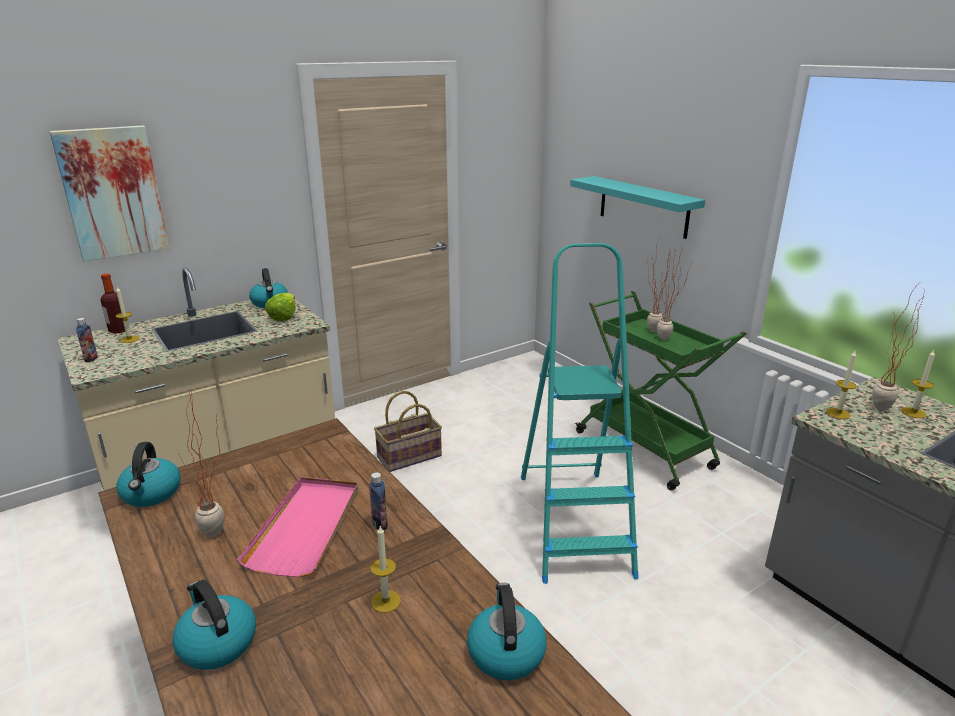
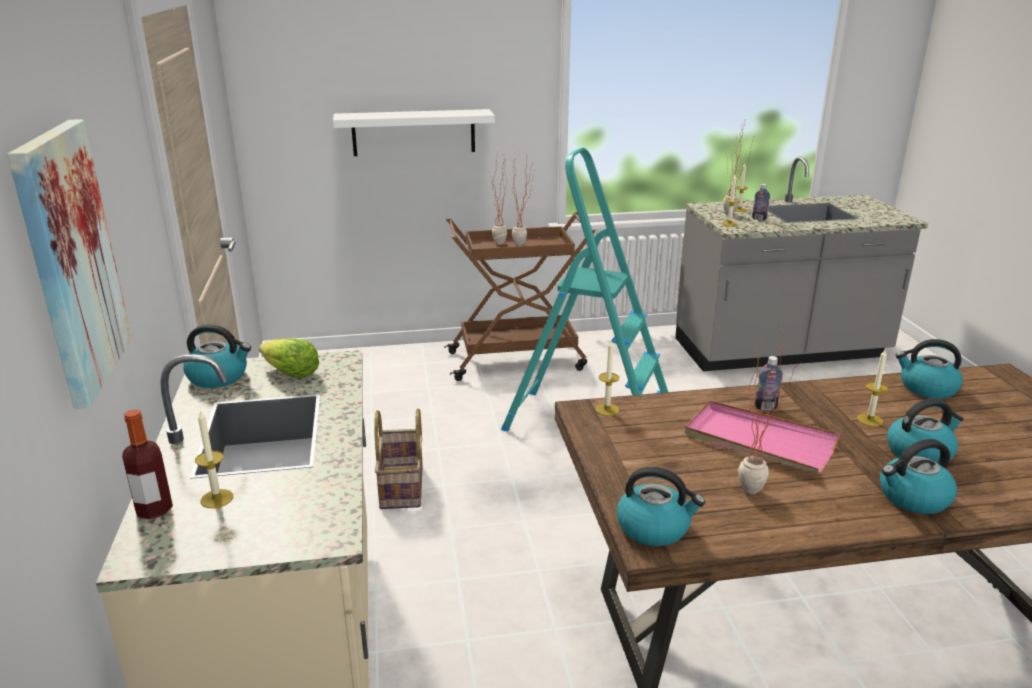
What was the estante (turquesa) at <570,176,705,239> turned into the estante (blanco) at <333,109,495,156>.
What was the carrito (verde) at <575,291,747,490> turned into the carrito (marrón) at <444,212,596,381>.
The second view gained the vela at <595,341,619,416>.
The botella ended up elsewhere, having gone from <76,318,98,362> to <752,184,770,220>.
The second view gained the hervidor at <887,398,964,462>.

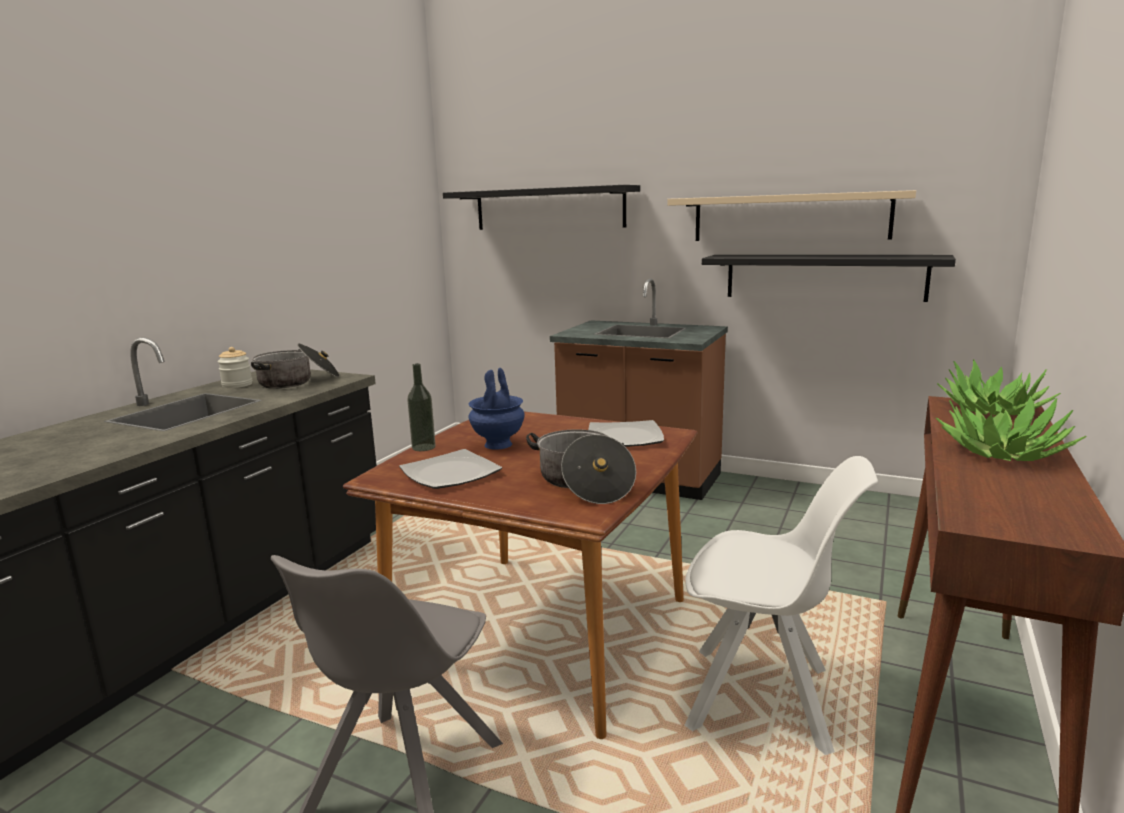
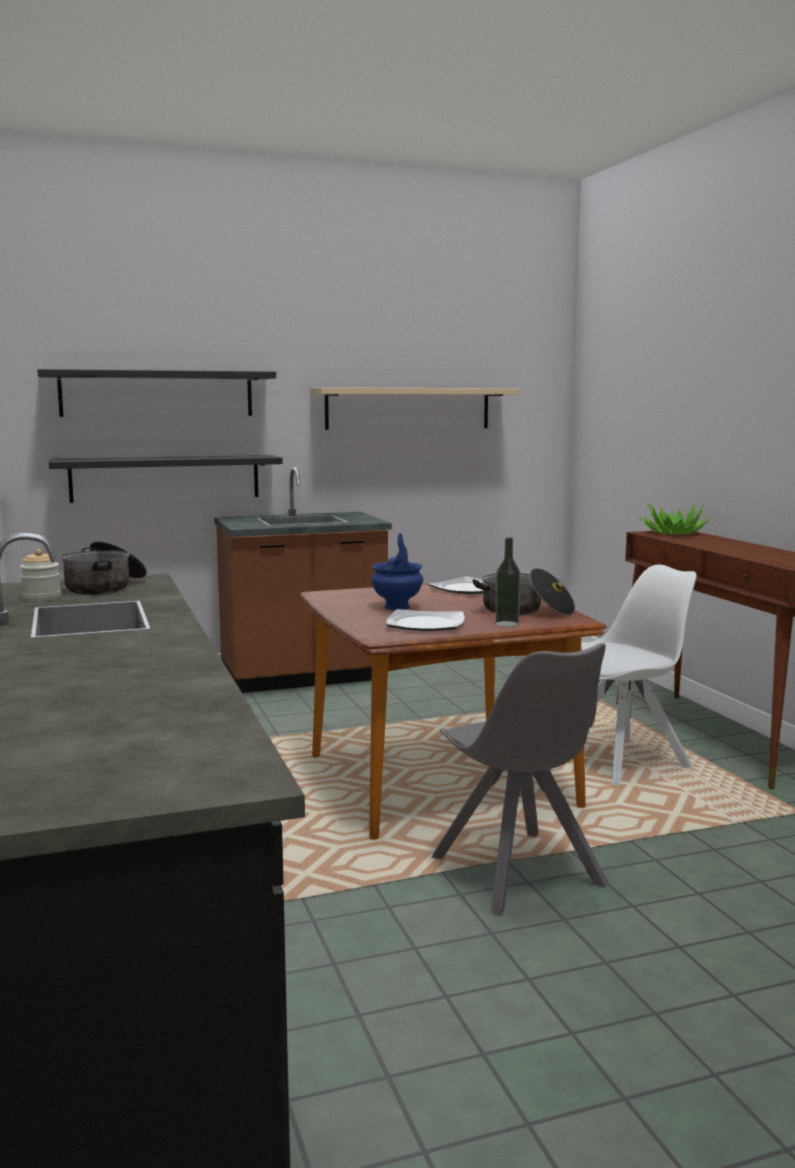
The estante (negro) ended up elsewhere, having gone from <702,255,956,302> to <49,455,283,503>.
The botella ended up elsewhere, having gone from <407,363,436,451> to <495,537,520,627>.
The second view lost the planta en maceta at <936,396,1087,461>.

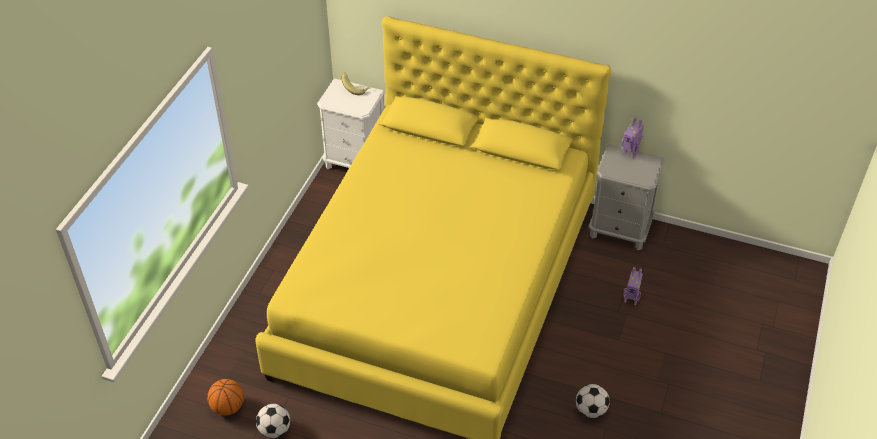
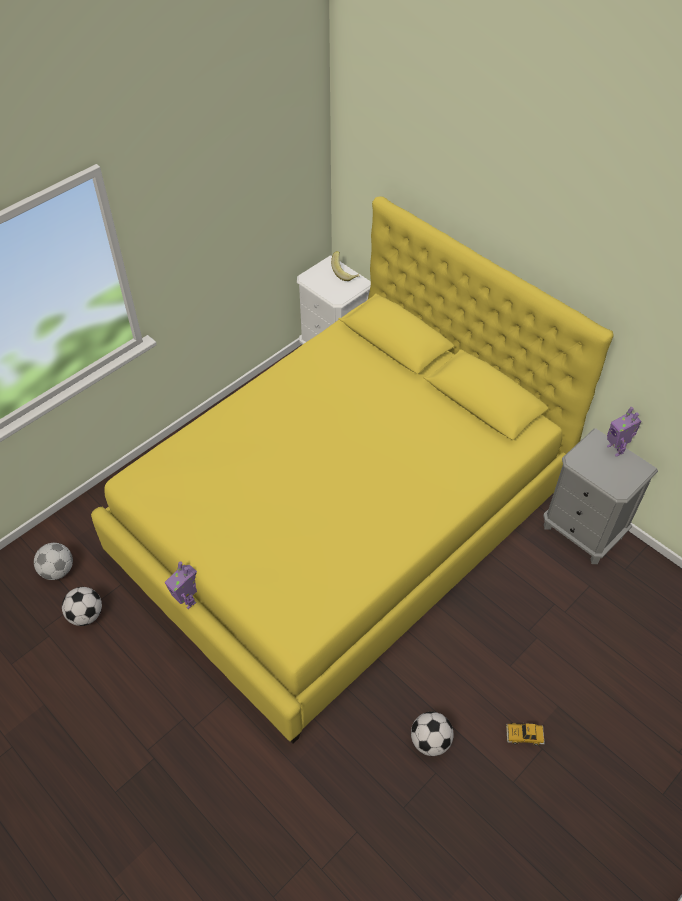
Where the balón de baloncesto stood at <207,379,244,416>, the balón de fútbol came to stand at <34,543,73,580>.
The robot de juguete ended up elsewhere, having gone from <623,267,643,305> to <165,561,197,609>.
The second view gained the coche de juguete at <506,723,545,746>.

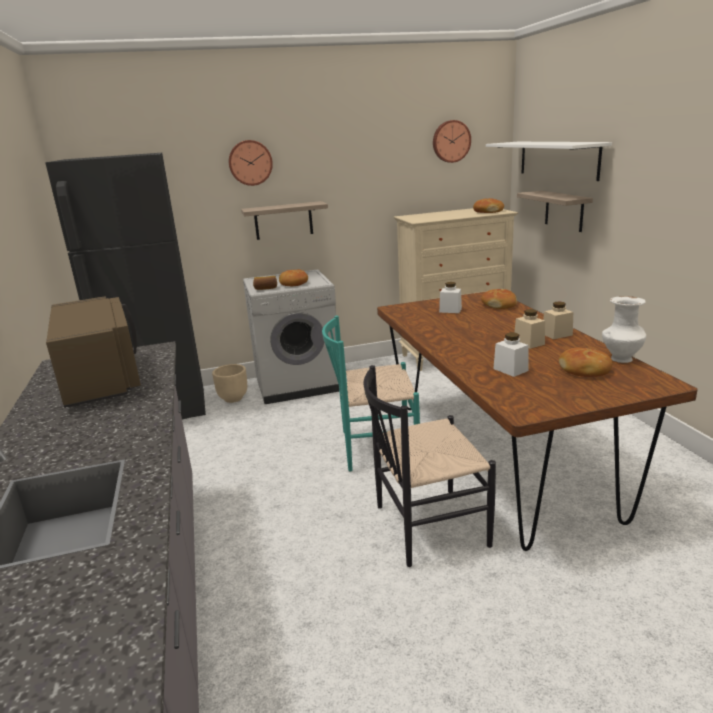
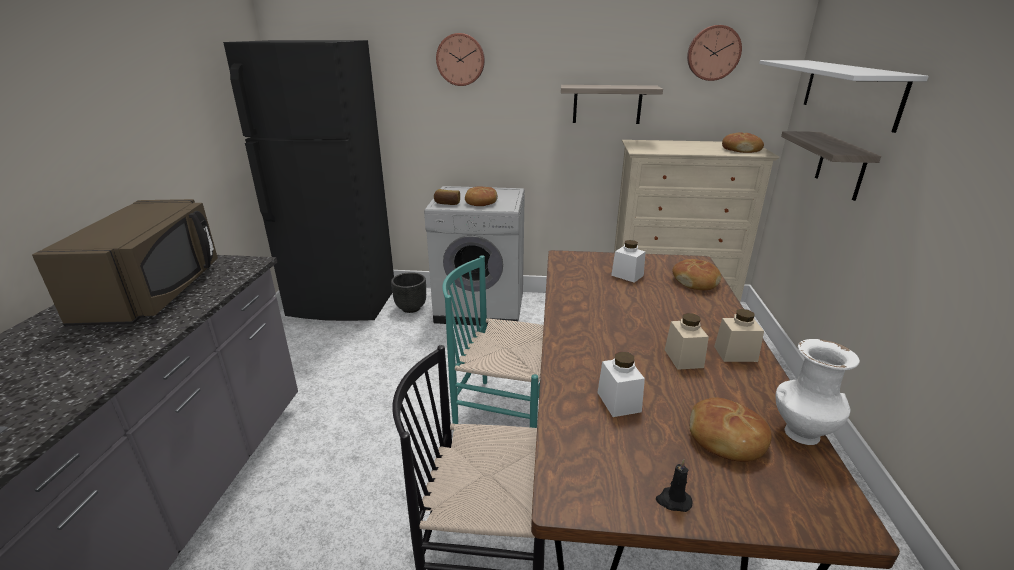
What was the maceta (beis) at <212,364,247,403> turned into the maceta (negro) at <391,272,426,313>.
The estante ended up elsewhere, having gone from <241,201,328,240> to <561,85,663,124>.
The second view gained the vela (negro) at <656,459,693,512>.

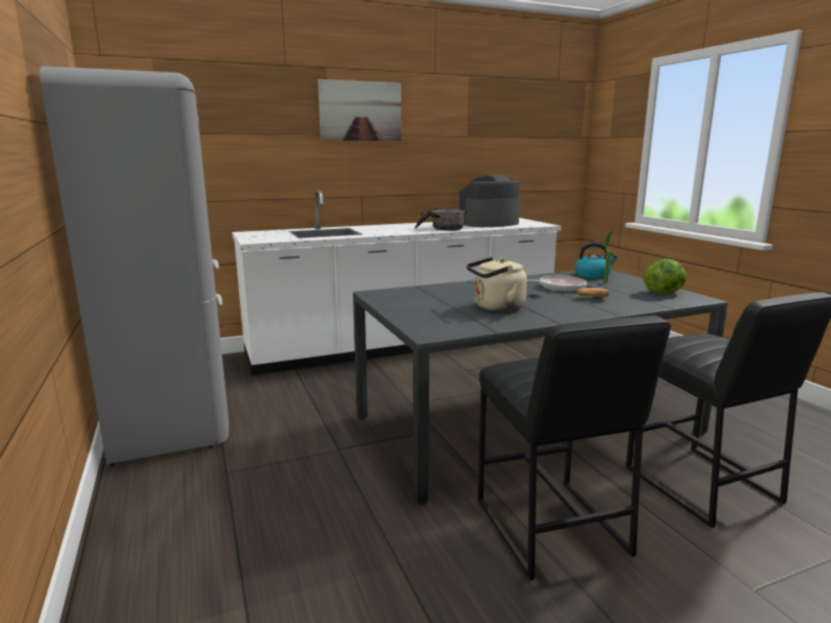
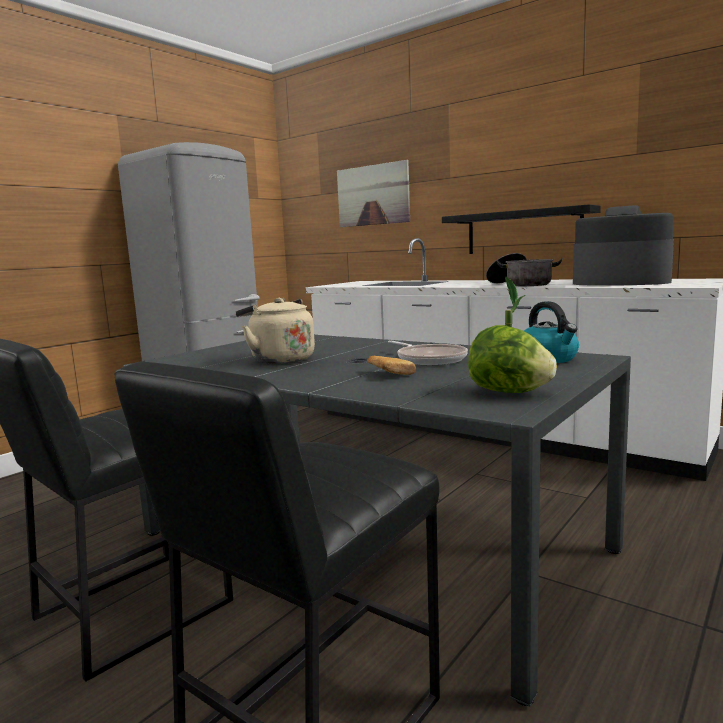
The cuadro ended up elsewhere, having gone from <318,79,401,141> to <337,160,410,227>.
The second view gained the estante (negro) at <442,204,601,254>.

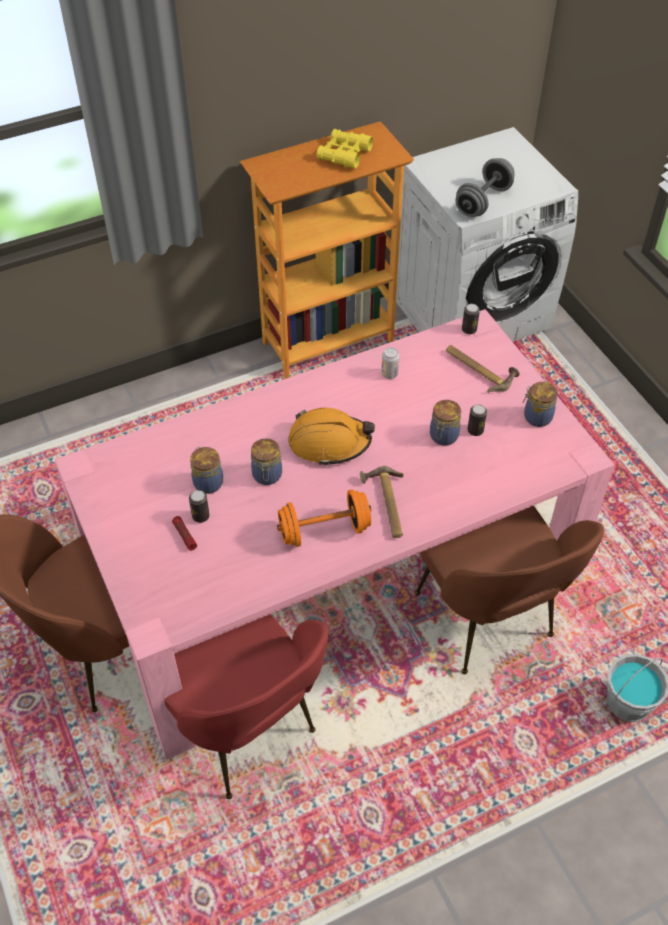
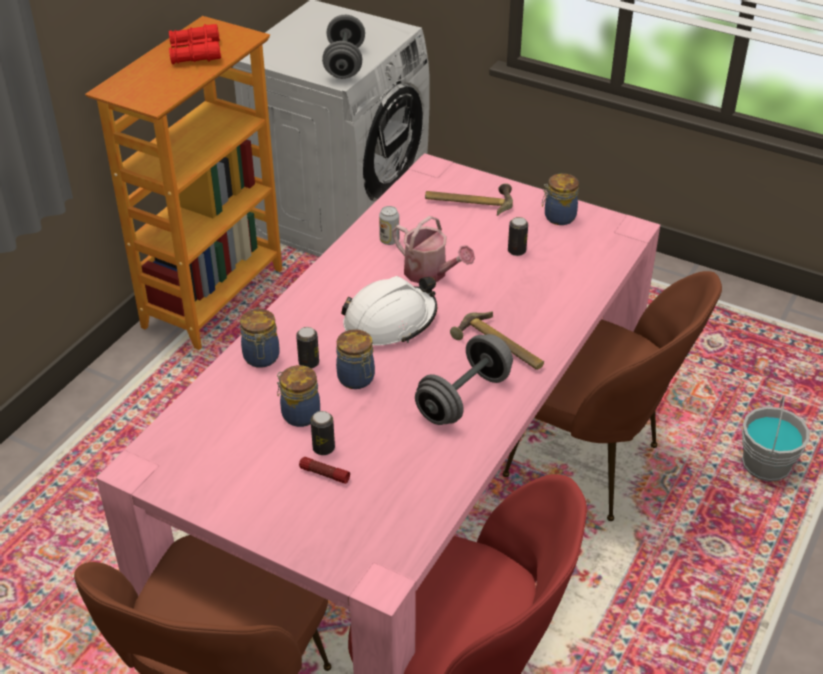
What was the prismáticos (amarillo) at <316,129,373,168> turned into the prismáticos (rojo) at <169,24,221,64>.
The tarro ended up elsewhere, having gone from <430,400,461,445> to <240,309,280,368>.
The lata ended up elsewhere, having gone from <462,304,480,334> to <296,327,319,369>.
What was the casco (naranja) at <289,408,375,466> turned into the casco (blanco) at <341,276,437,345>.
The second view gained the regadera at <392,216,475,283>.
What was the mancuerna (naranja) at <277,489,371,547> turned into the mancuerna (gris) at <415,334,513,425>.

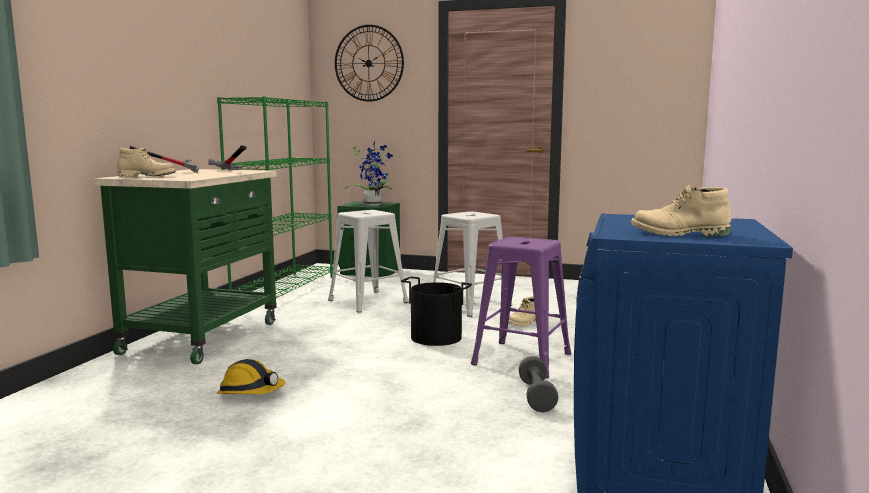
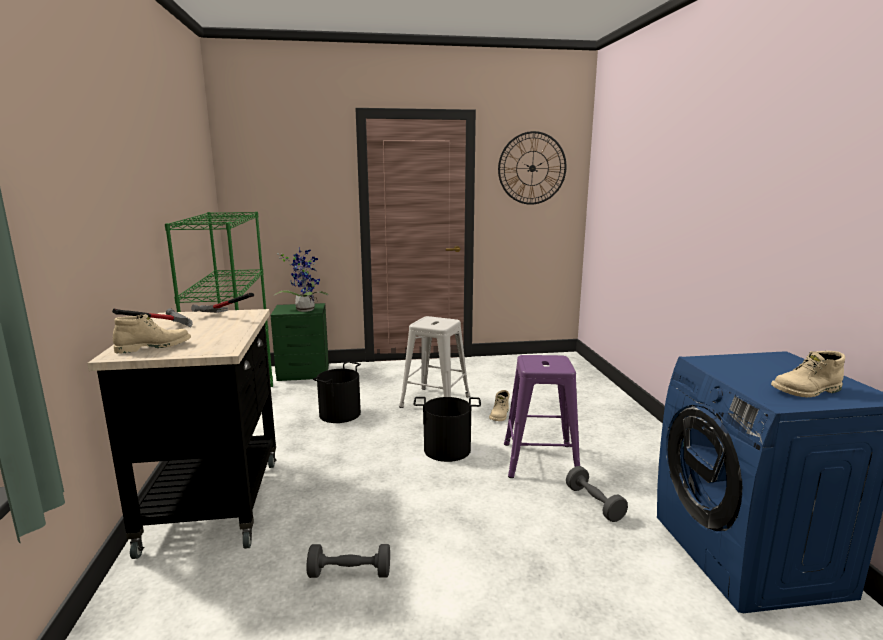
What was the carrito (verde) at <93,169,277,365> turned into the carrito (negro) at <87,309,277,559>.
Where the casco stood at <217,359,286,394>, the mancuerna (gris) came to stand at <307,544,390,578>.
Where the taburete (blanco) stood at <328,210,409,313>, the cubo (negro) came to stand at <313,361,361,423>.
The reloj de pared ended up elsewhere, having gone from <335,25,404,102> to <498,131,567,205>.

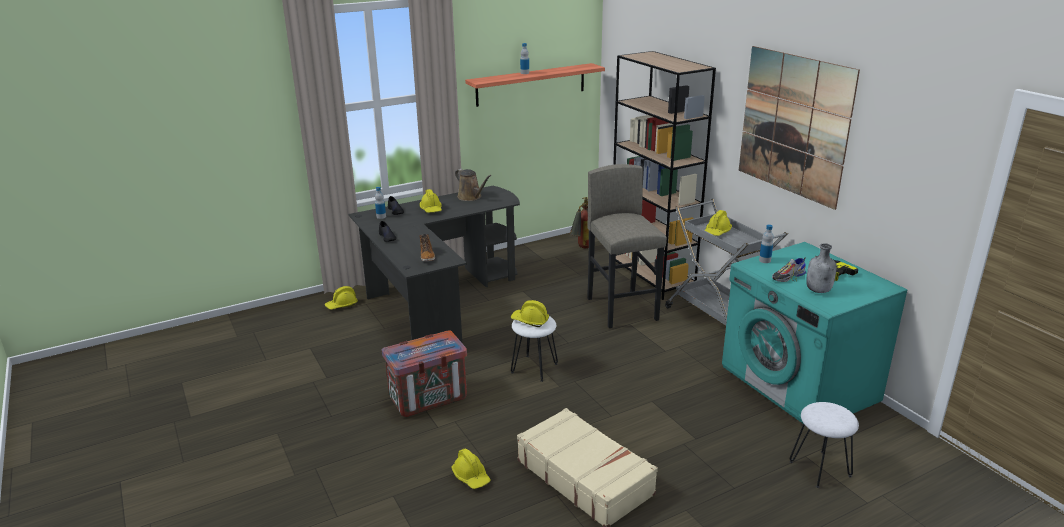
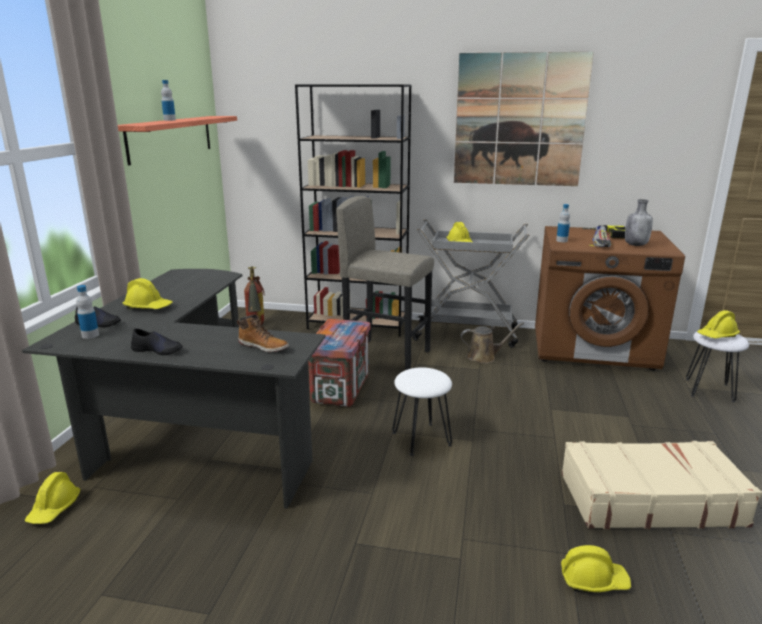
The caja de embalaje ended up elsewhere, having gone from <382,330,467,417> to <308,319,370,407>.
The regadera (marrón) ended up elsewhere, having gone from <455,169,492,201> to <461,323,524,363>.
What was the lavadora (turquesa) at <722,242,907,424> turned into the lavadora (marrón) at <535,226,685,371>.
The casco (amarillo) ended up elsewhere, having gone from <511,300,549,327> to <697,310,740,338>.

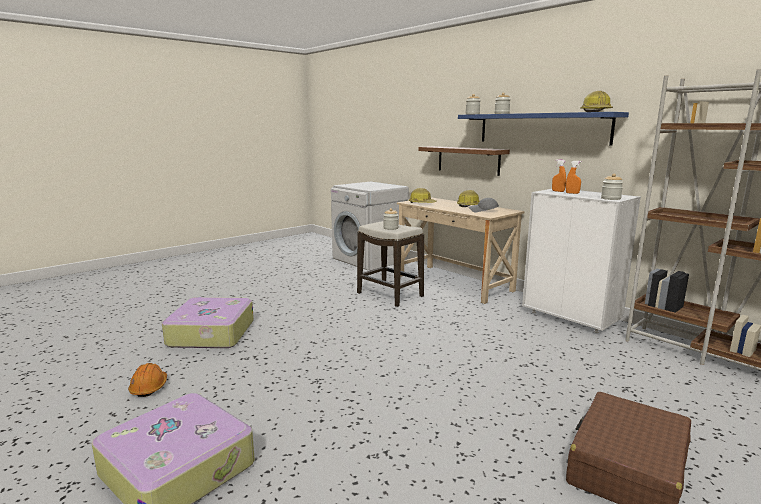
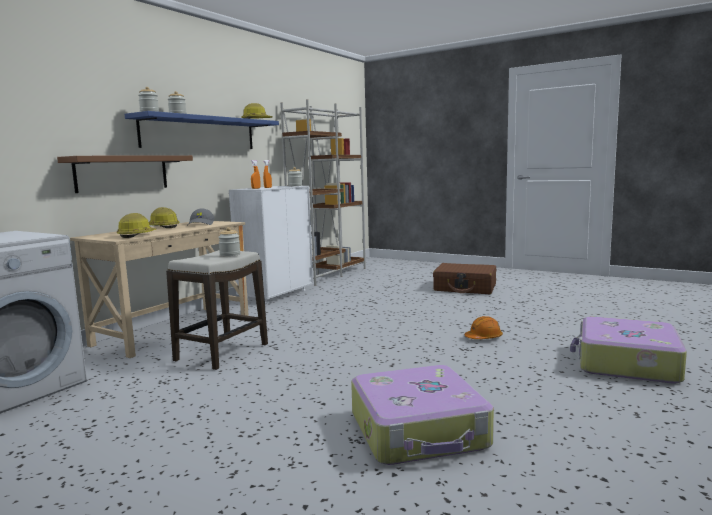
The casco (naranja) ended up elsewhere, having gone from <128,363,167,397> to <465,316,503,339>.

